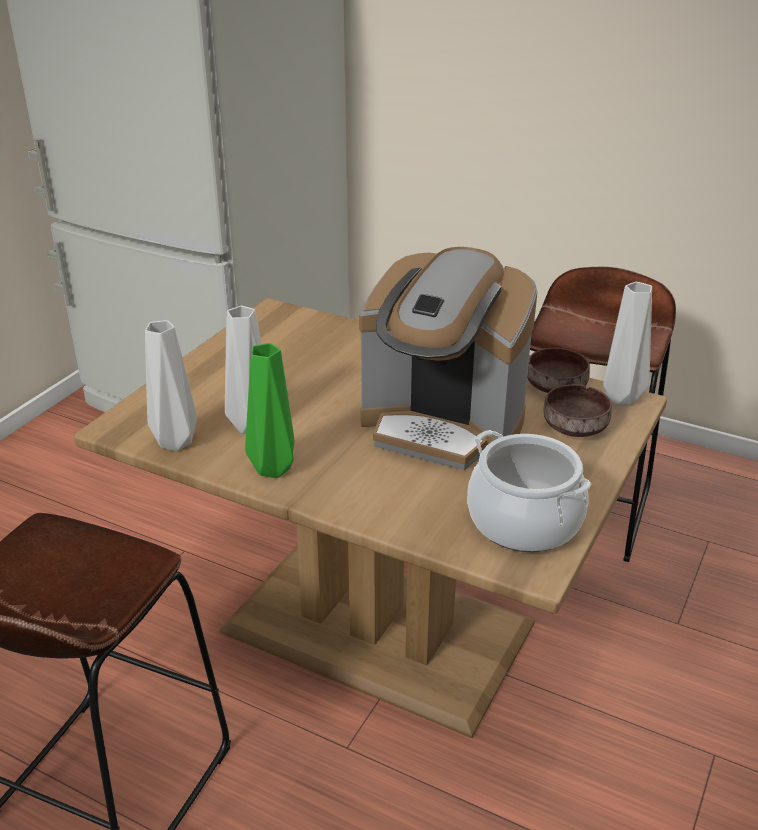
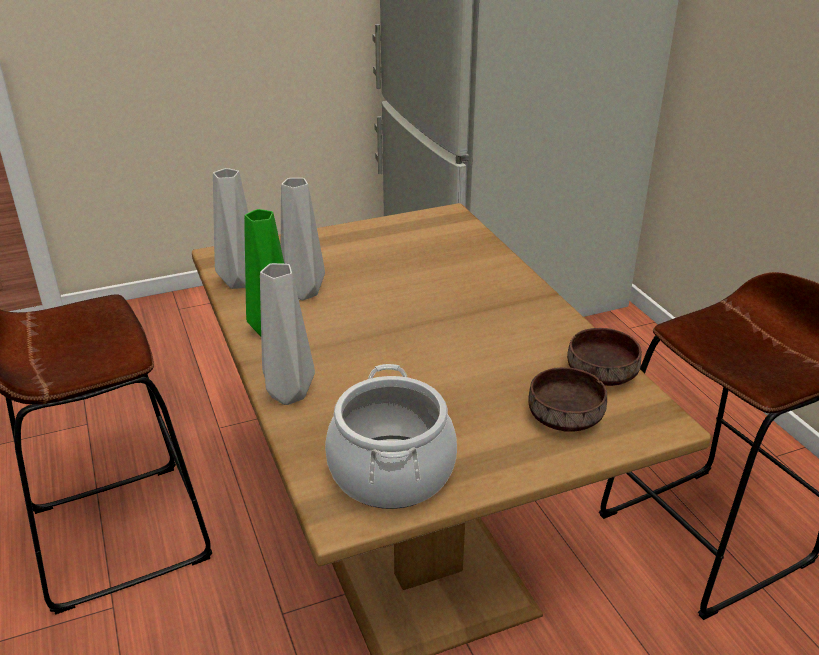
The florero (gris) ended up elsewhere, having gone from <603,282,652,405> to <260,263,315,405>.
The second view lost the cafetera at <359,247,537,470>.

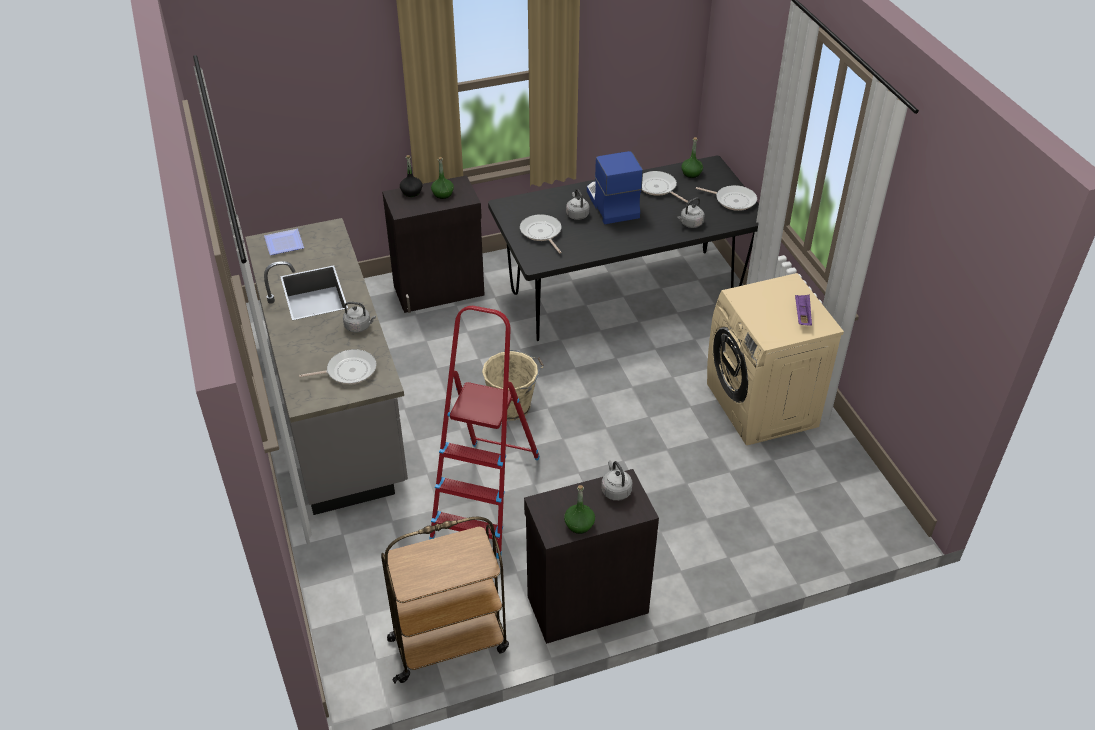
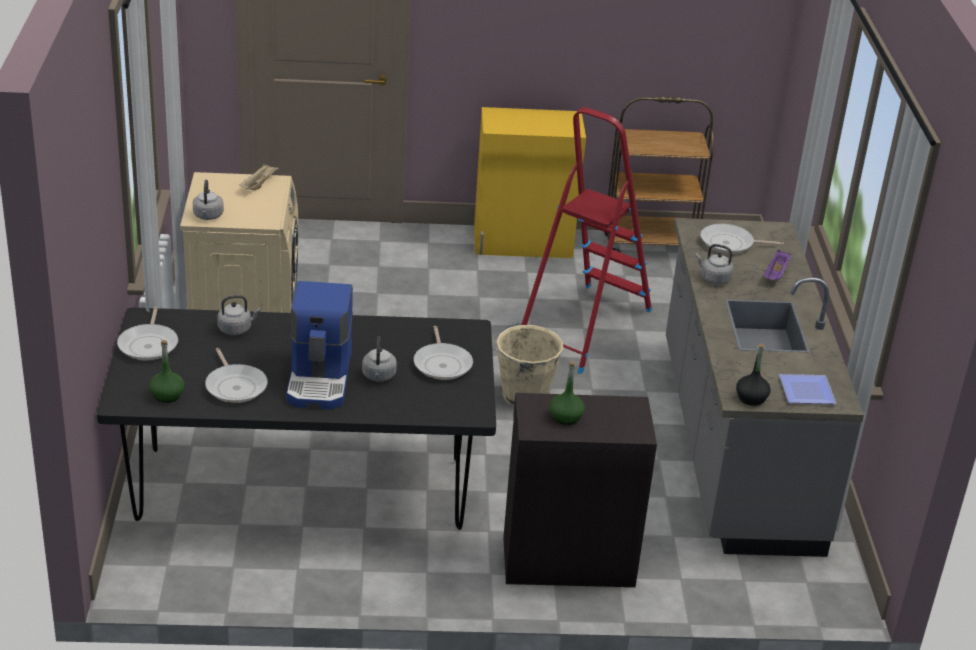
The sartén at <696,185,757,211> ended up facing another way, 135 degrees counterclockwise from before.
The hervidor (gris) ended up elsewhere, having gone from <601,460,632,501> to <193,180,224,220>.
The second view gained the bandeja (beis) at <239,164,279,190>.
What was the armario (negro) at <524,469,659,644> turned into the armario (amarillo) at <474,107,586,258>.
The botella (negro) ended up elsewhere, having gone from <400,155,422,197> to <736,343,771,406>.
The bandeja (morado) ended up elsewhere, having gone from <795,294,812,326> to <763,250,792,280>.
The second view lost the botella (verde) at <564,485,595,534>.

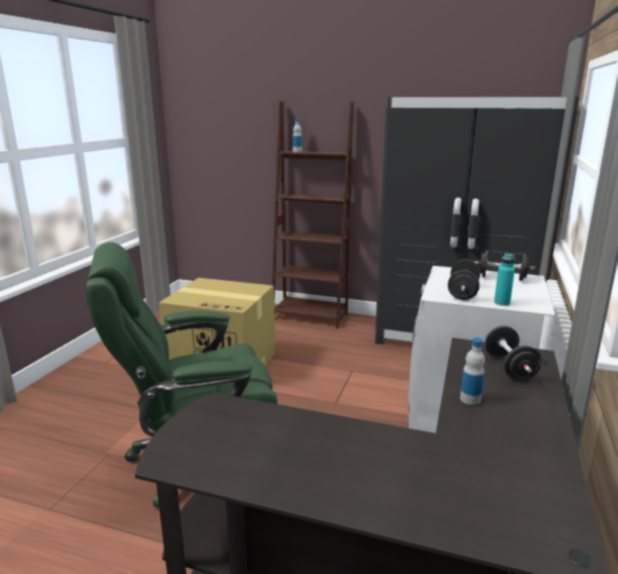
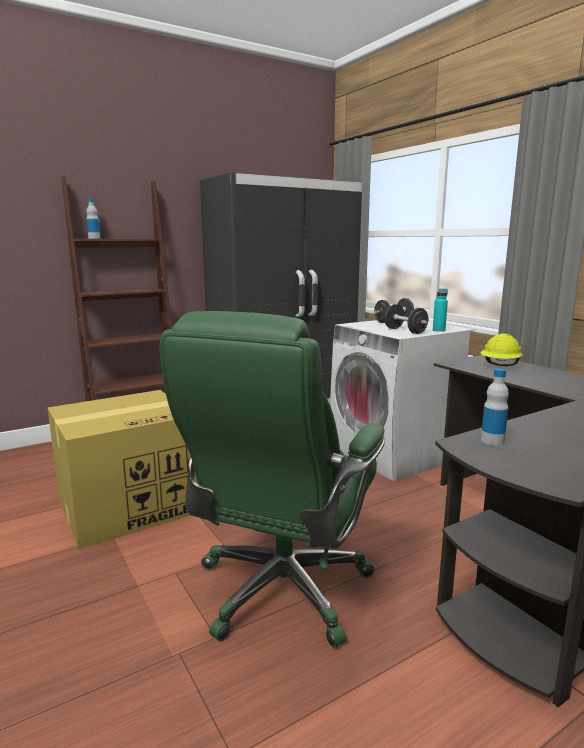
Where the mancuerna (negro) stood at <484,326,542,381>, the casco (amarillo) came to stand at <480,334,522,366>.
The botella ended up elsewhere, having gone from <460,337,485,405> to <481,368,509,445>.

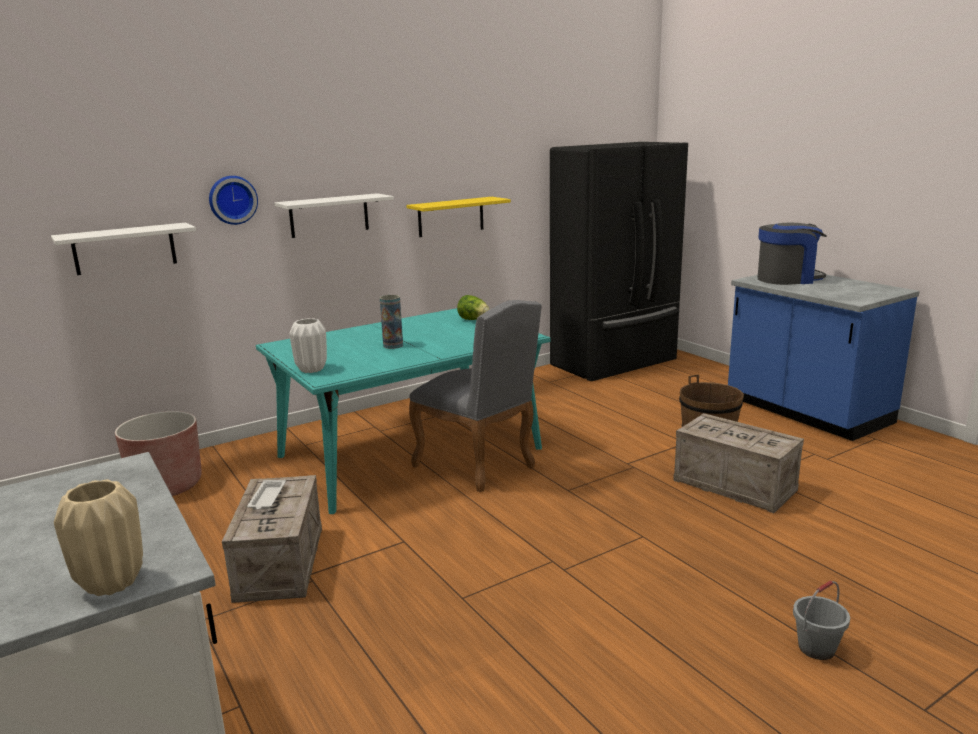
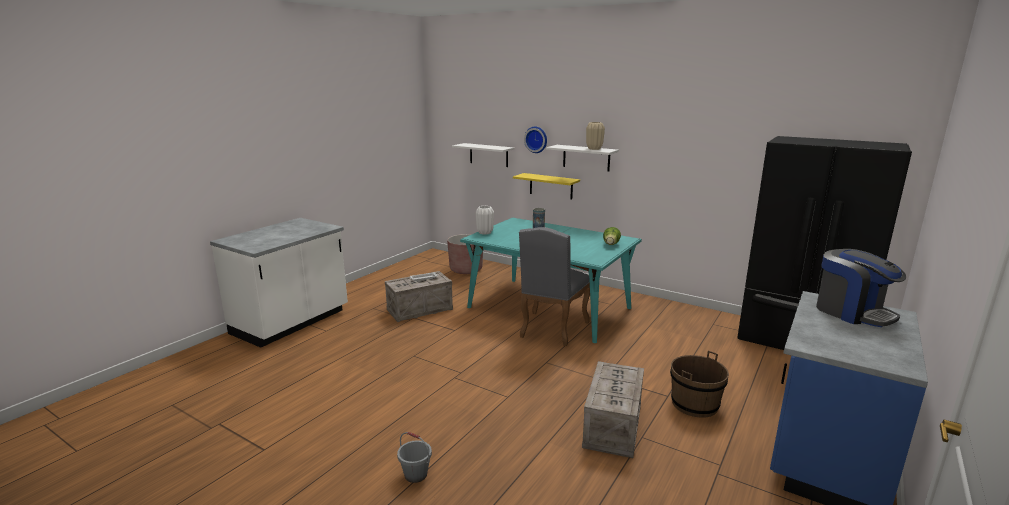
The estante (amarillo) ended up elsewhere, having gone from <406,197,511,237> to <513,173,580,200>.
The florero (beis) ended up elsewhere, having gone from <54,479,143,596> to <586,122,605,150>.

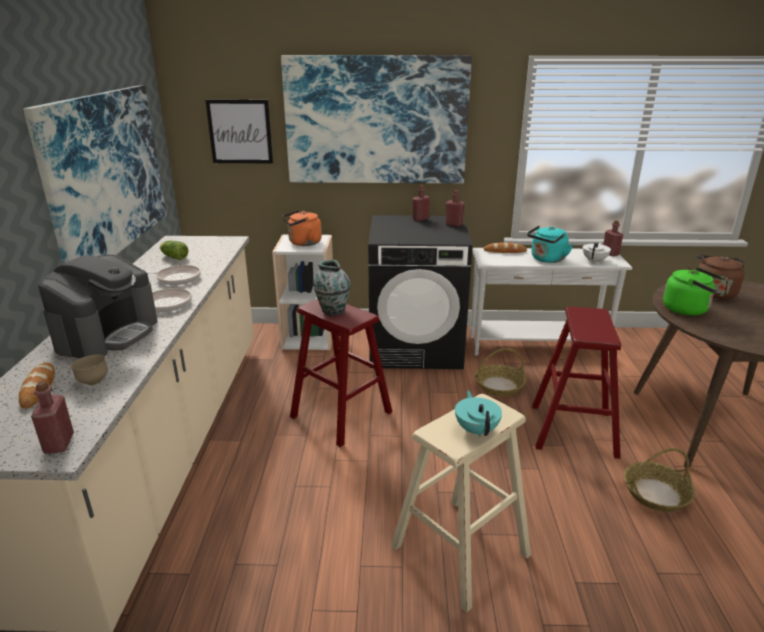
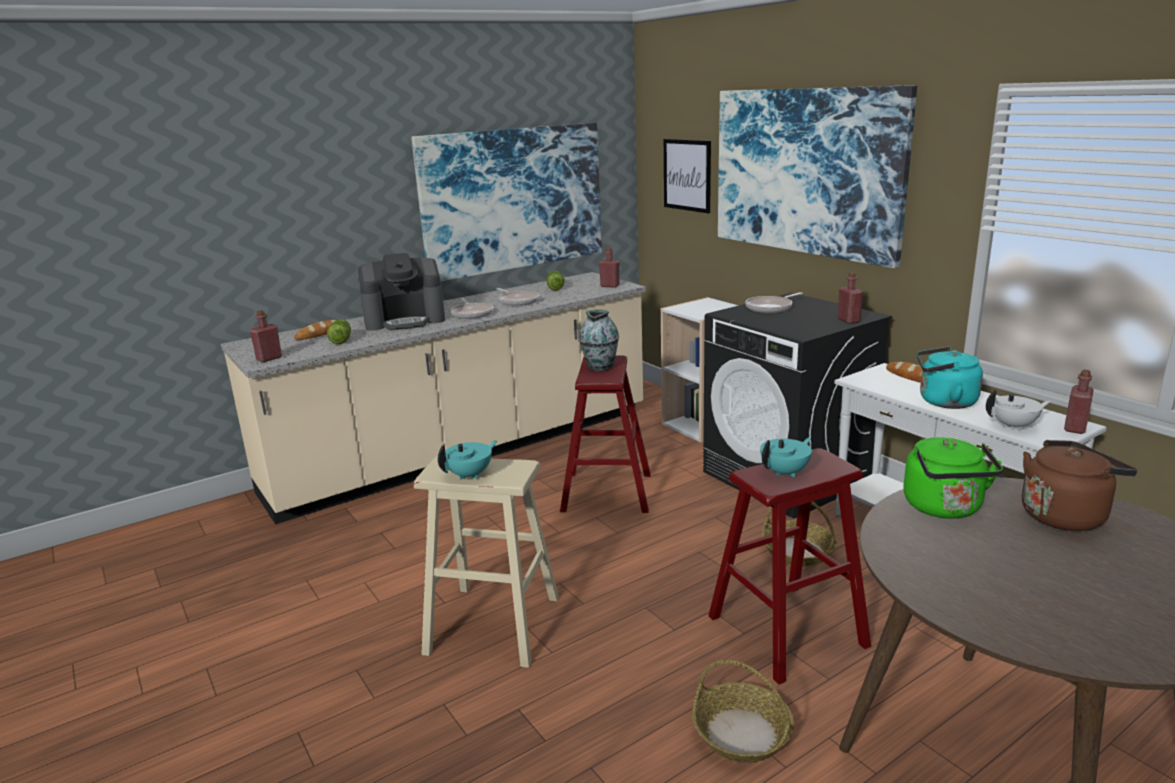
Where the cuenco (marrón) stood at <71,355,108,385>, the lechuga came to stand at <327,319,351,344>.
The botella (rojo) ended up elsewhere, having gone from <413,185,430,221> to <599,247,620,288>.
The second view gained the sartén at <745,292,803,313>.
The second view gained the tetera (turquesa) at <760,437,812,477>.
The second view lost the hervidor (naranja) at <283,210,322,246>.

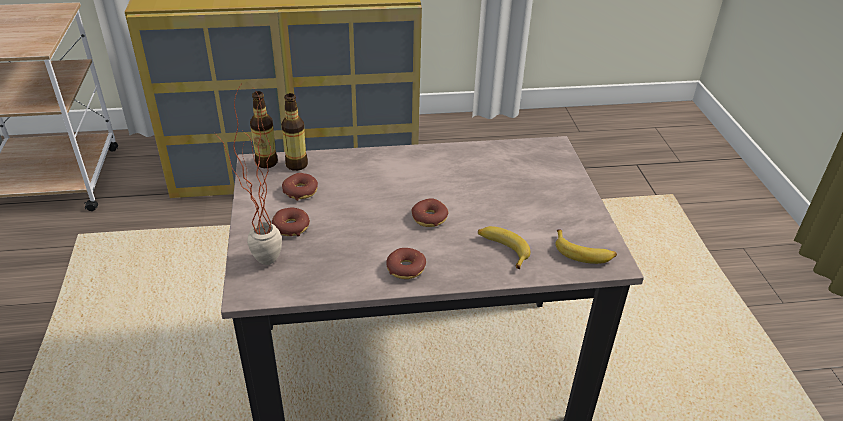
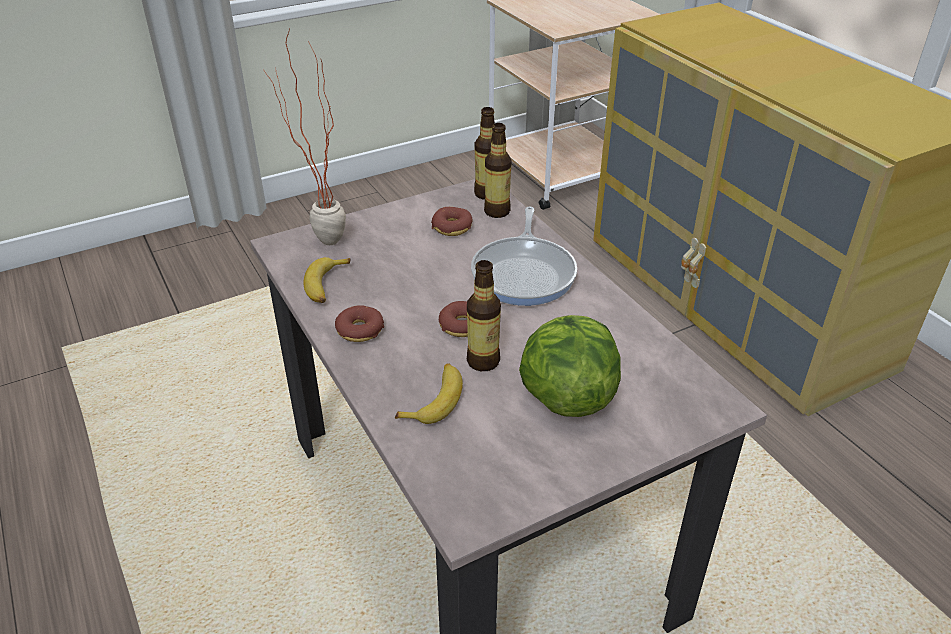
The plátano ended up elsewhere, having gone from <556,229,617,264> to <303,257,351,303>.
The second view gained the botella at <467,260,501,371>.
The second view gained the sartén at <471,207,577,306>.
The second view gained the lechuga at <519,315,621,417>.
The second view lost the rosquilla at <272,208,310,236>.

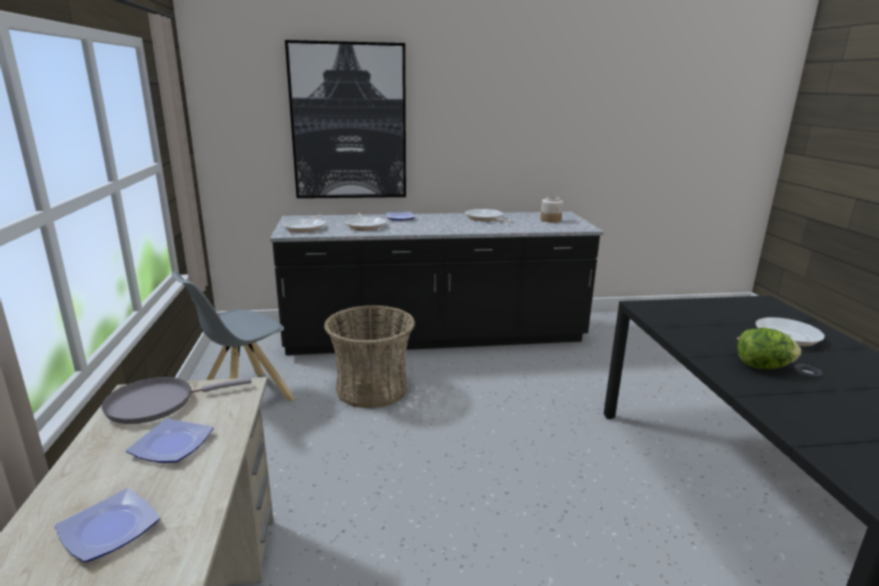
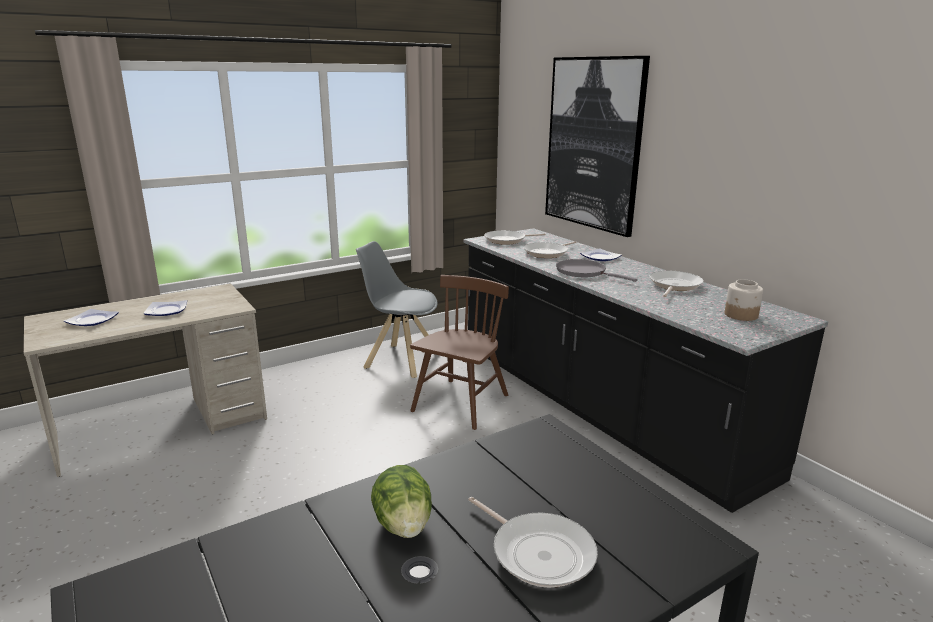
Where the cesta stood at <324,305,415,409>, the silla (marrón) came to stand at <410,275,509,430>.
The sartén (gris) ended up elsewhere, having gone from <102,377,252,424> to <556,259,638,282>.

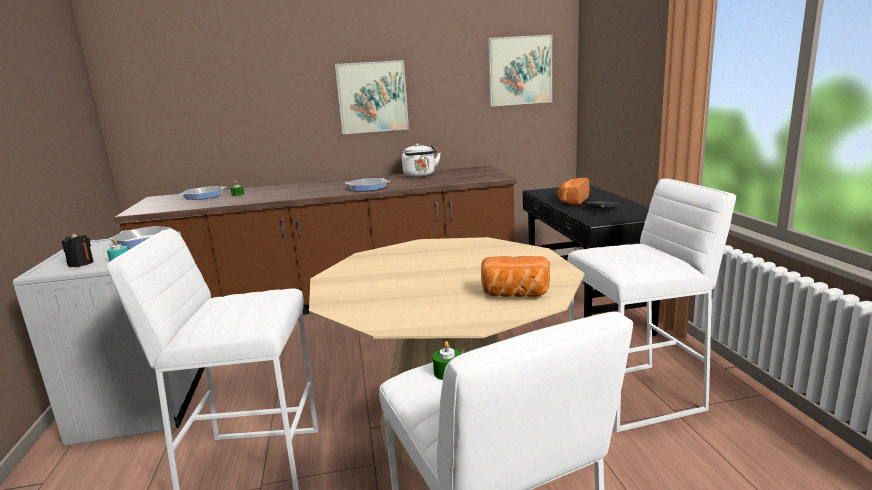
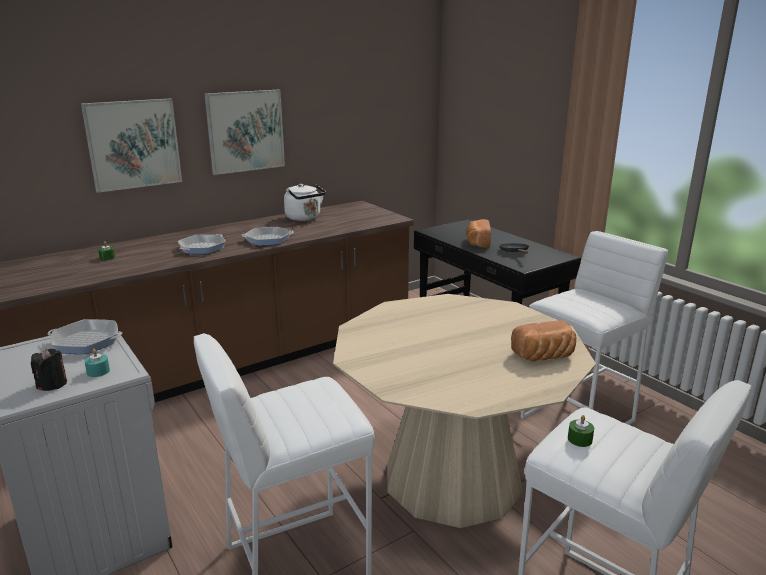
The cuadro ended up elsewhere, having gone from <488,35,552,107> to <81,98,182,193>.
The sartén ended up elsewhere, having gone from <179,186,226,200> to <178,234,226,254>.

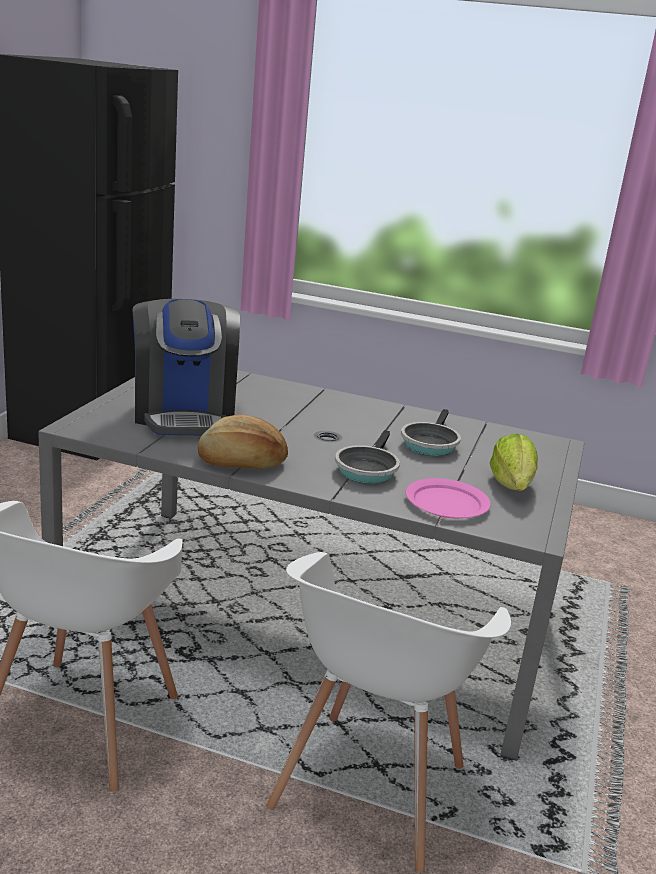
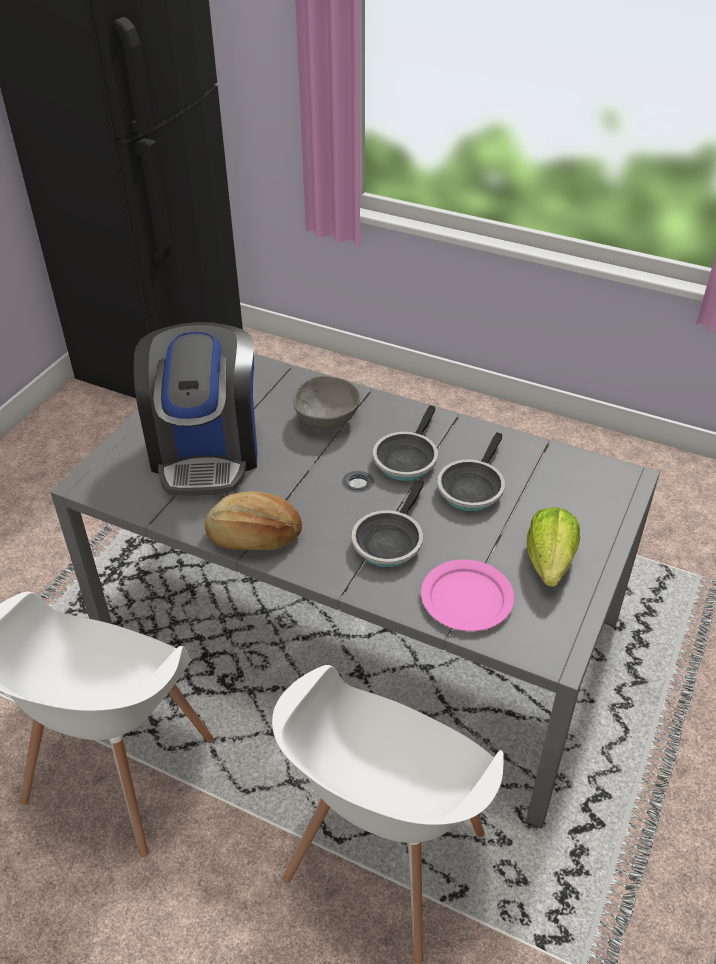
The second view gained the cuenco (gris) at <293,376,360,429>.
The second view gained the sartén at <373,405,438,481>.

